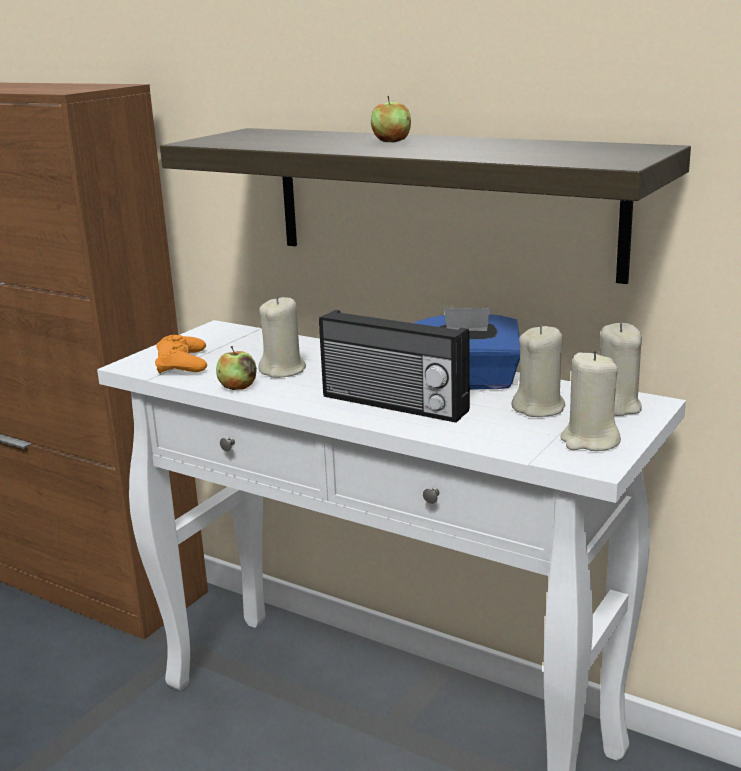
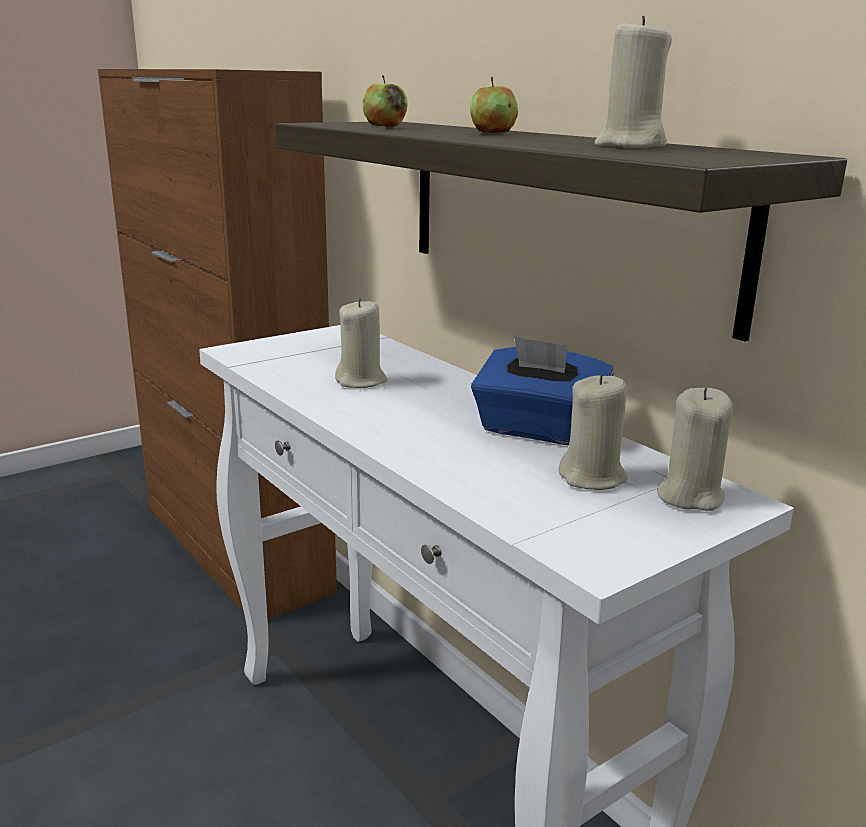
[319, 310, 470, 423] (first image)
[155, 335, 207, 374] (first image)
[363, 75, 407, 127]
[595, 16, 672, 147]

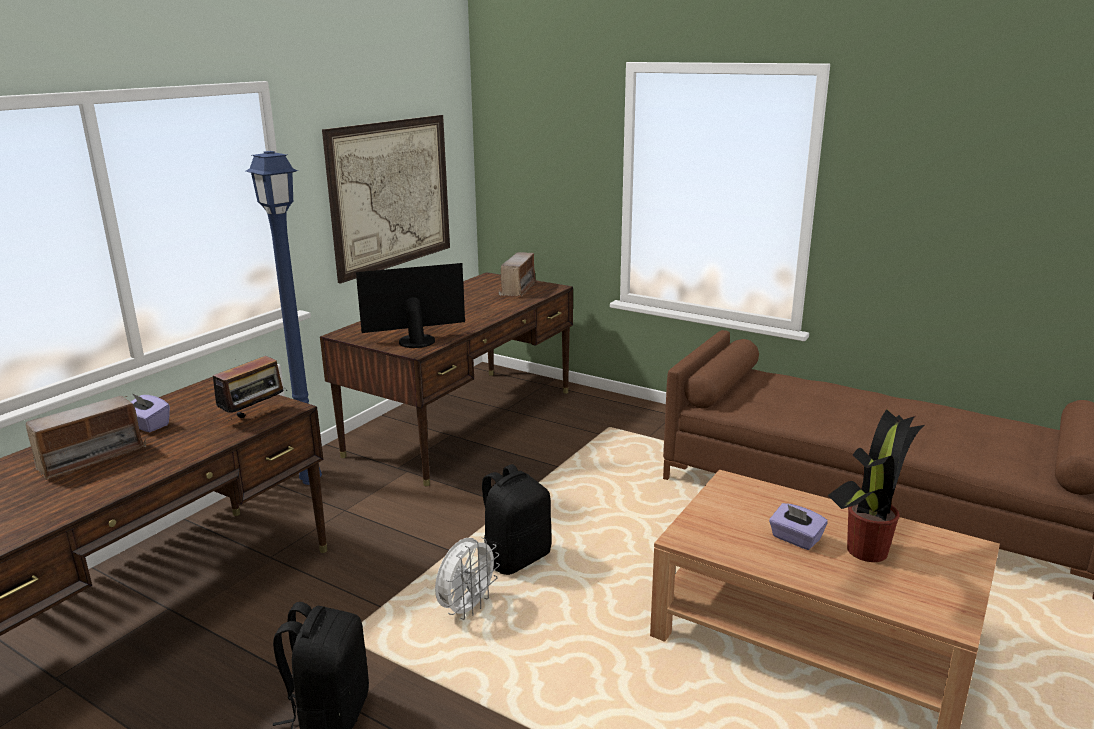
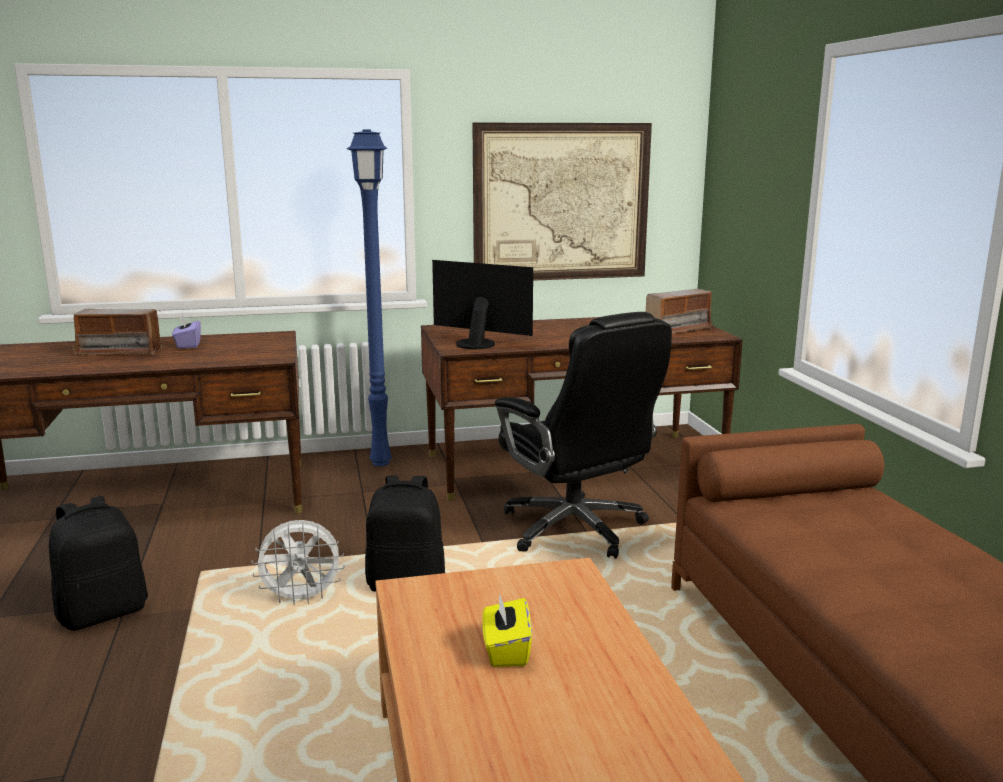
[213, 356, 287, 421] (first image)
[828, 410, 924, 562] (first image)
[482, 593, 532, 667]
[495, 312, 672, 558]

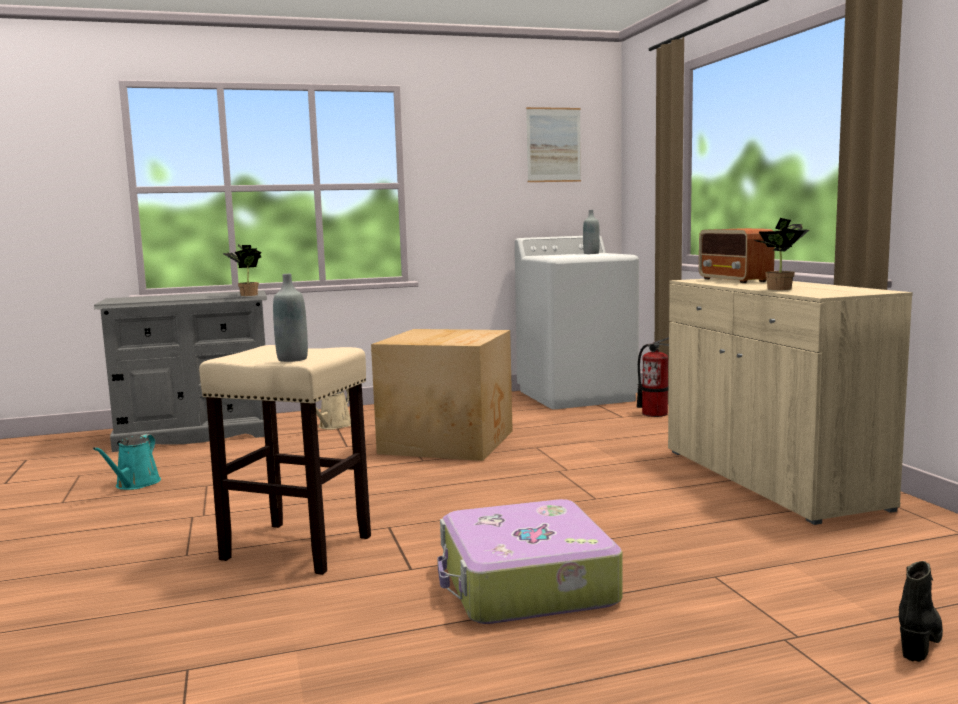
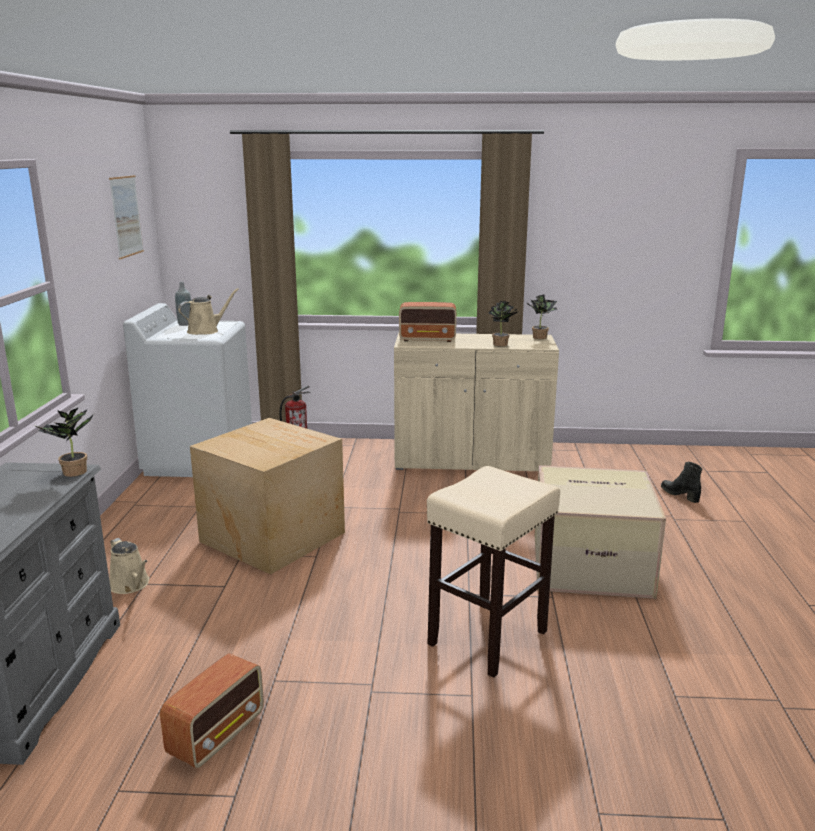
[273, 274, 308, 362] (first image)
[160, 654, 264, 768]
[535, 465, 666, 599]
[178, 288, 239, 335]
[526, 295, 557, 339]

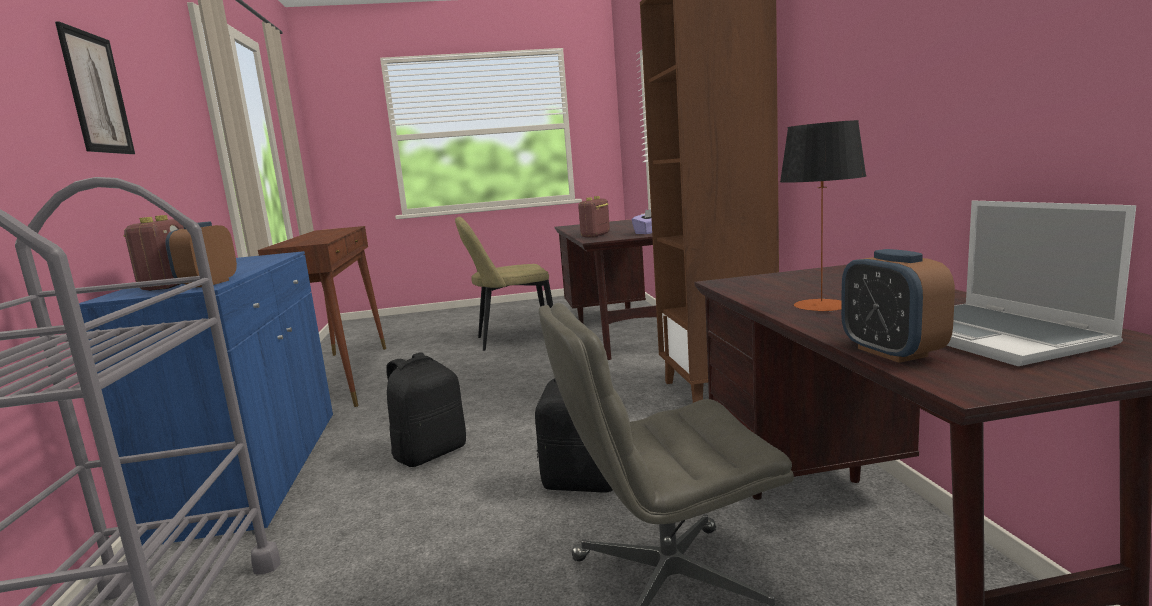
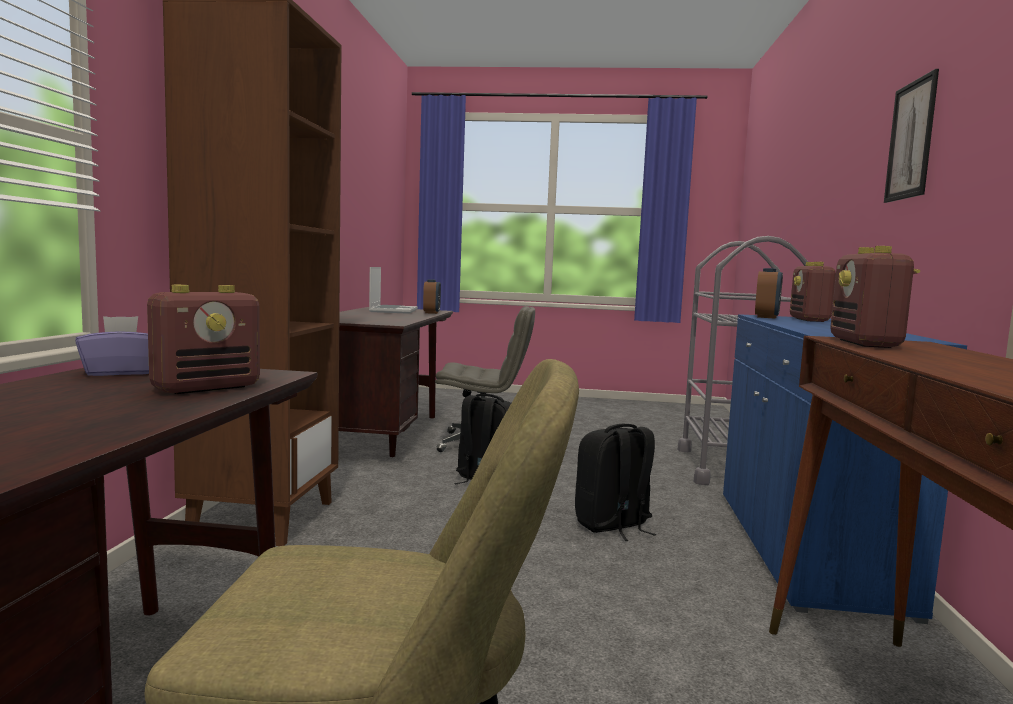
[780, 120, 866, 311] (first image)
[830, 246, 920, 348]

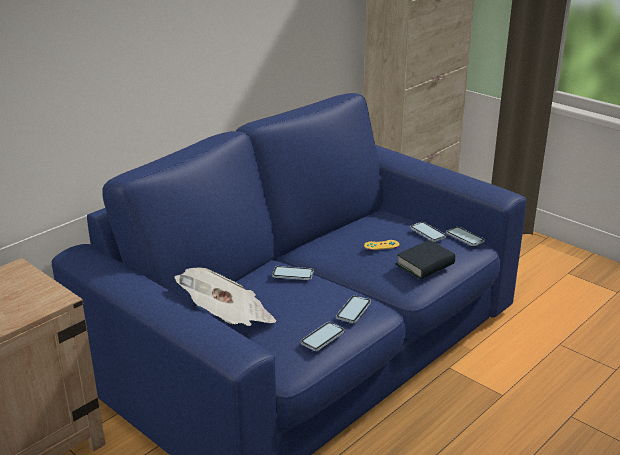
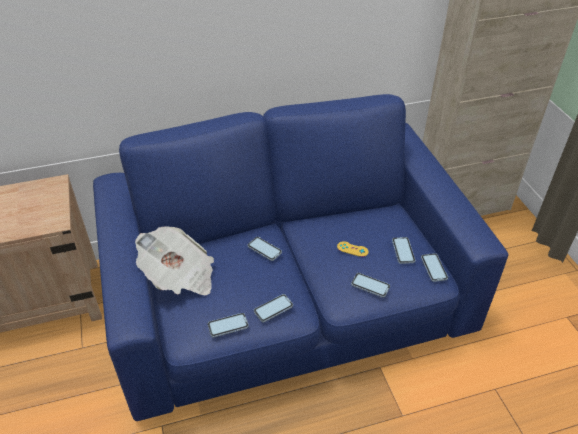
[351, 273, 390, 298]

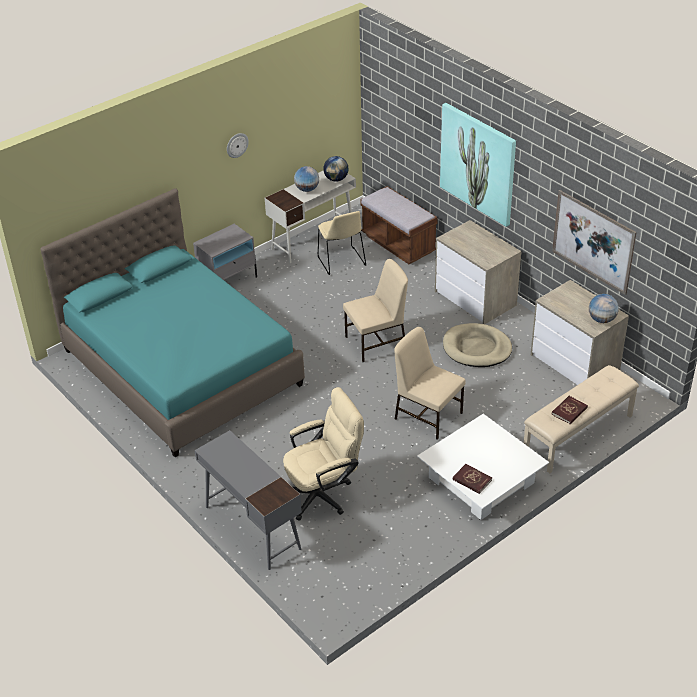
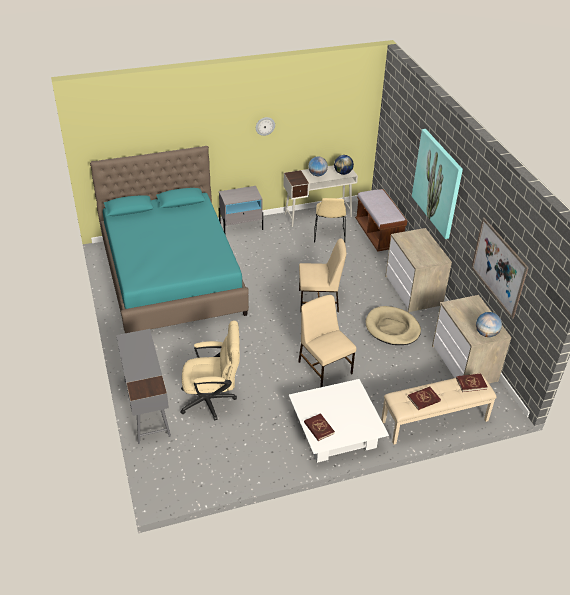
[456, 374, 488, 392]

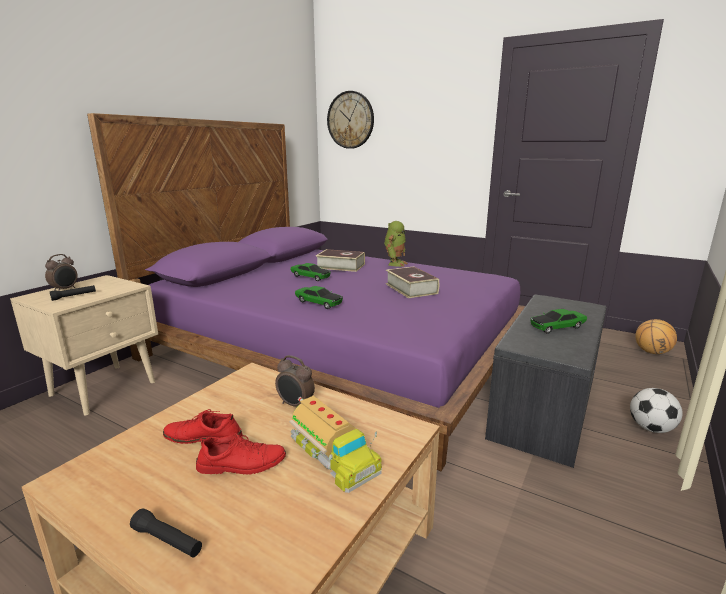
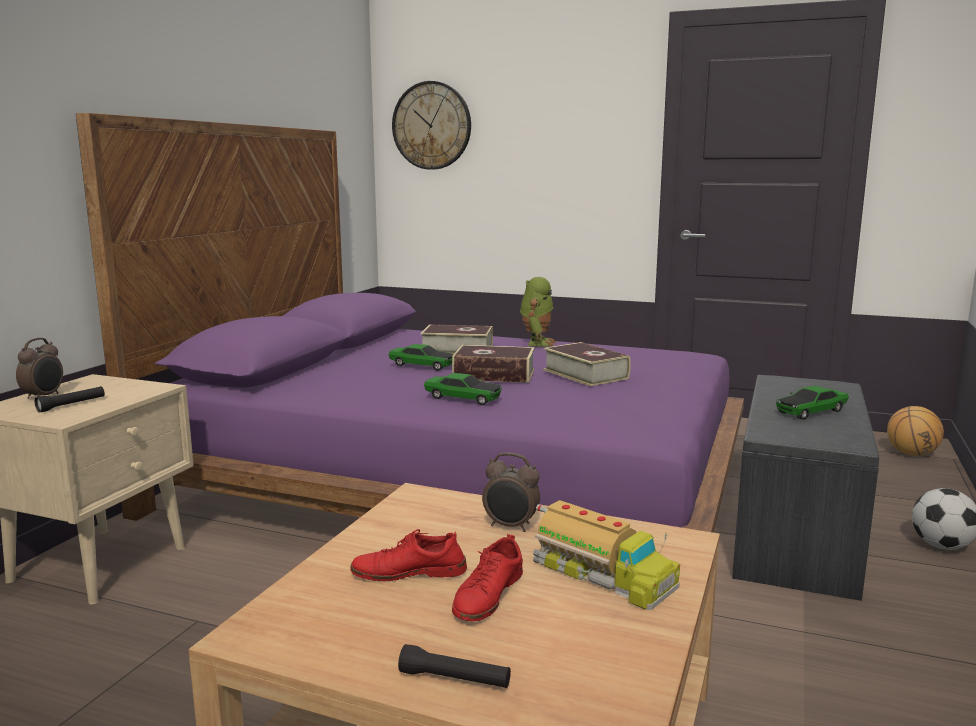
[452, 534, 523, 621]
[452, 345, 535, 383]

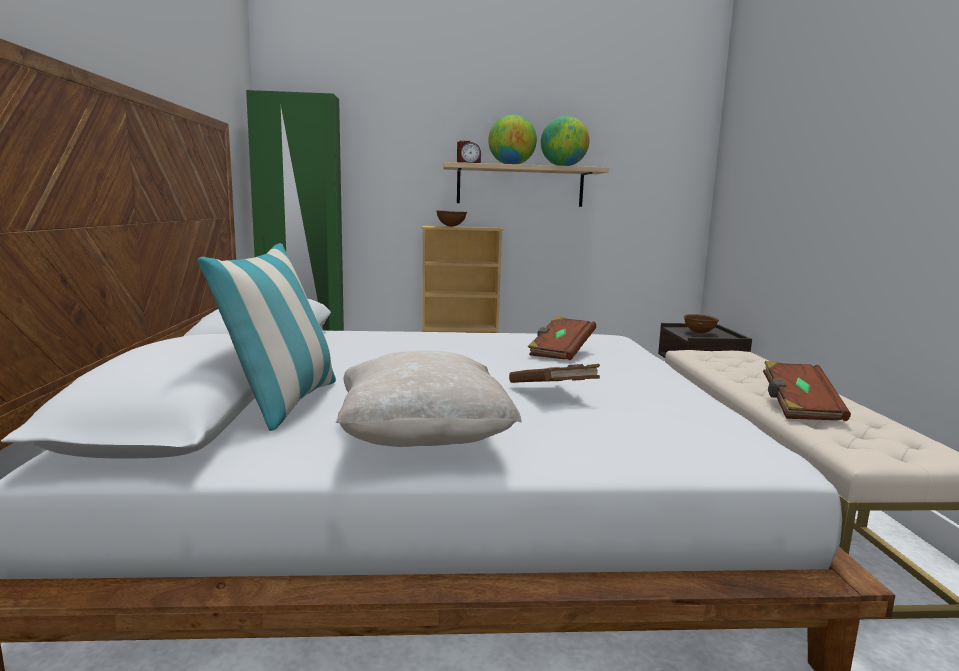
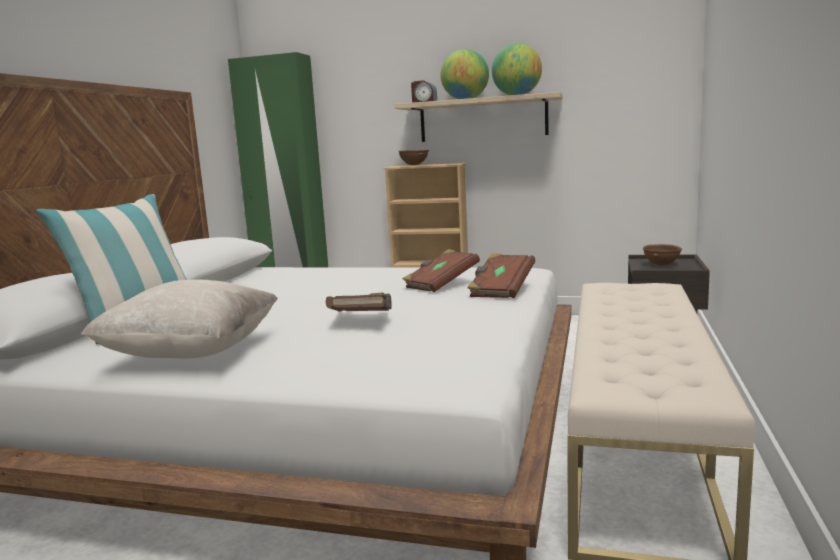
[468, 253, 535, 298]

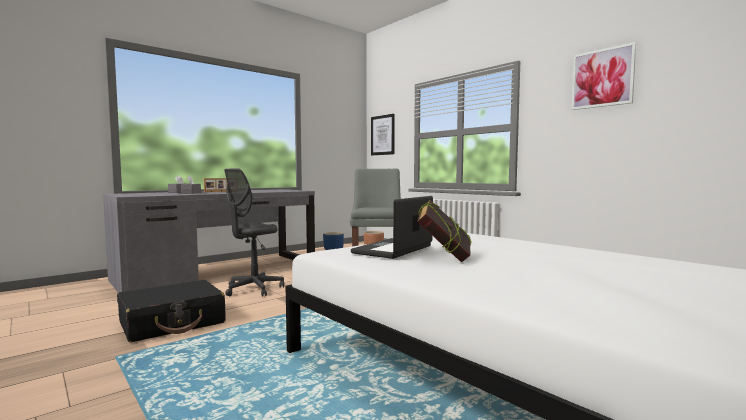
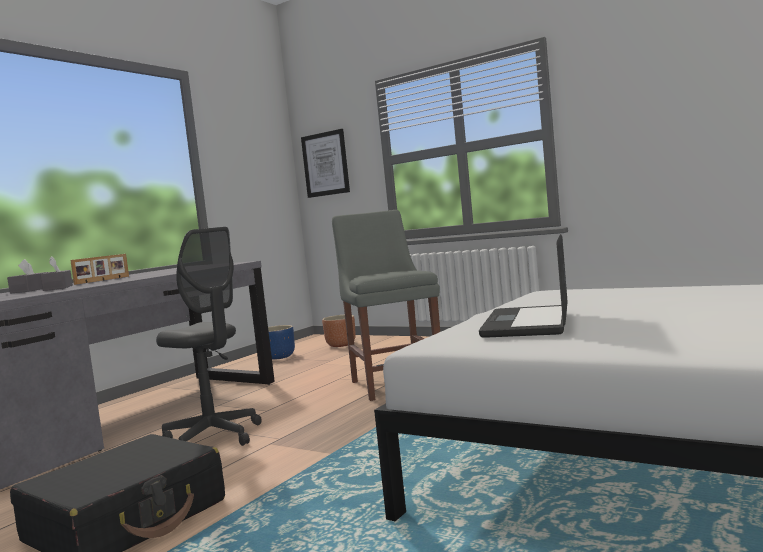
[571, 42, 636, 110] (first image)
[156, 227, 262, 446]
[417, 200, 472, 263] (first image)

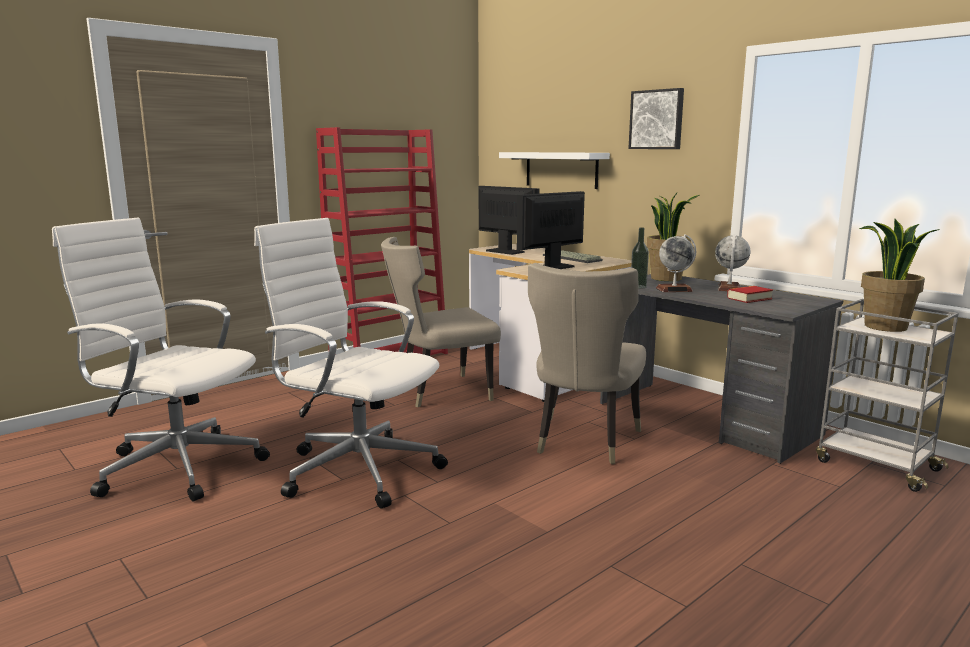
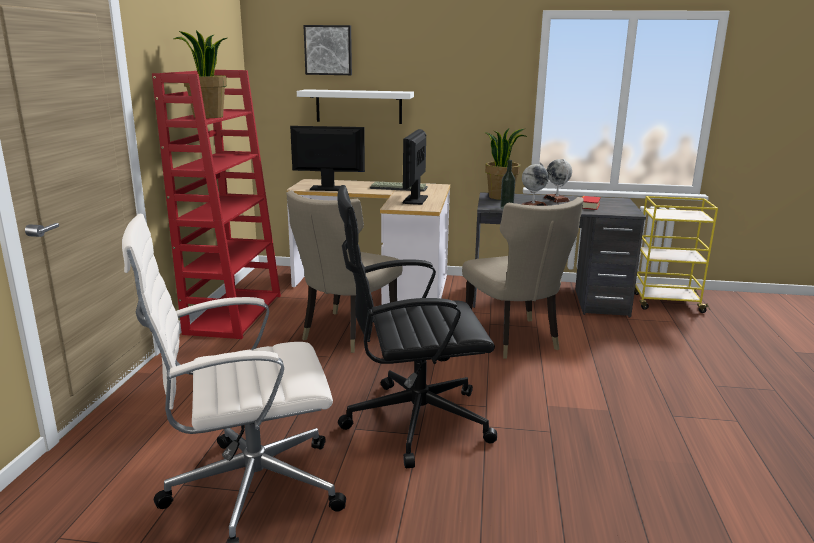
[303, 25, 352, 75]
[337, 185, 497, 468]
[174, 30, 227, 118]
[634, 196, 718, 313]

